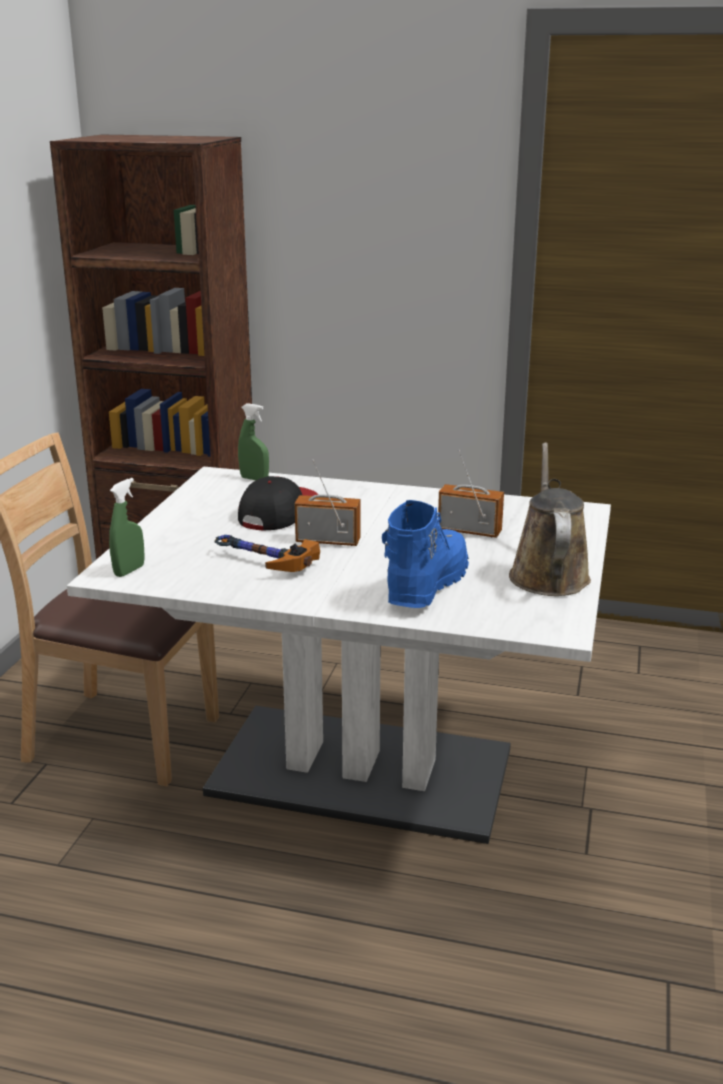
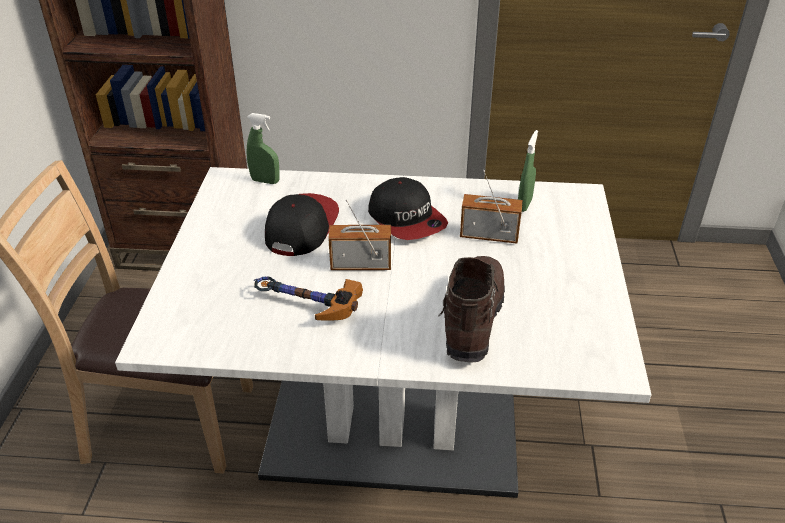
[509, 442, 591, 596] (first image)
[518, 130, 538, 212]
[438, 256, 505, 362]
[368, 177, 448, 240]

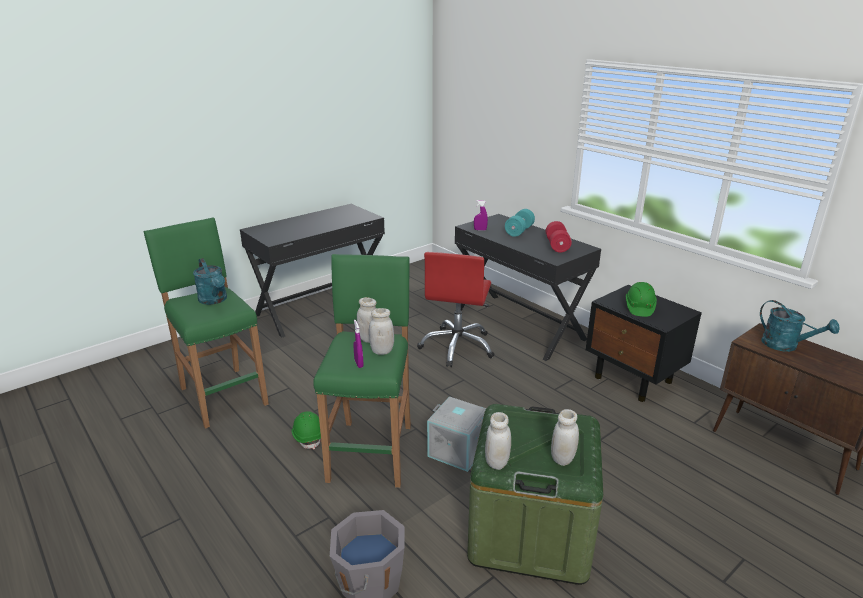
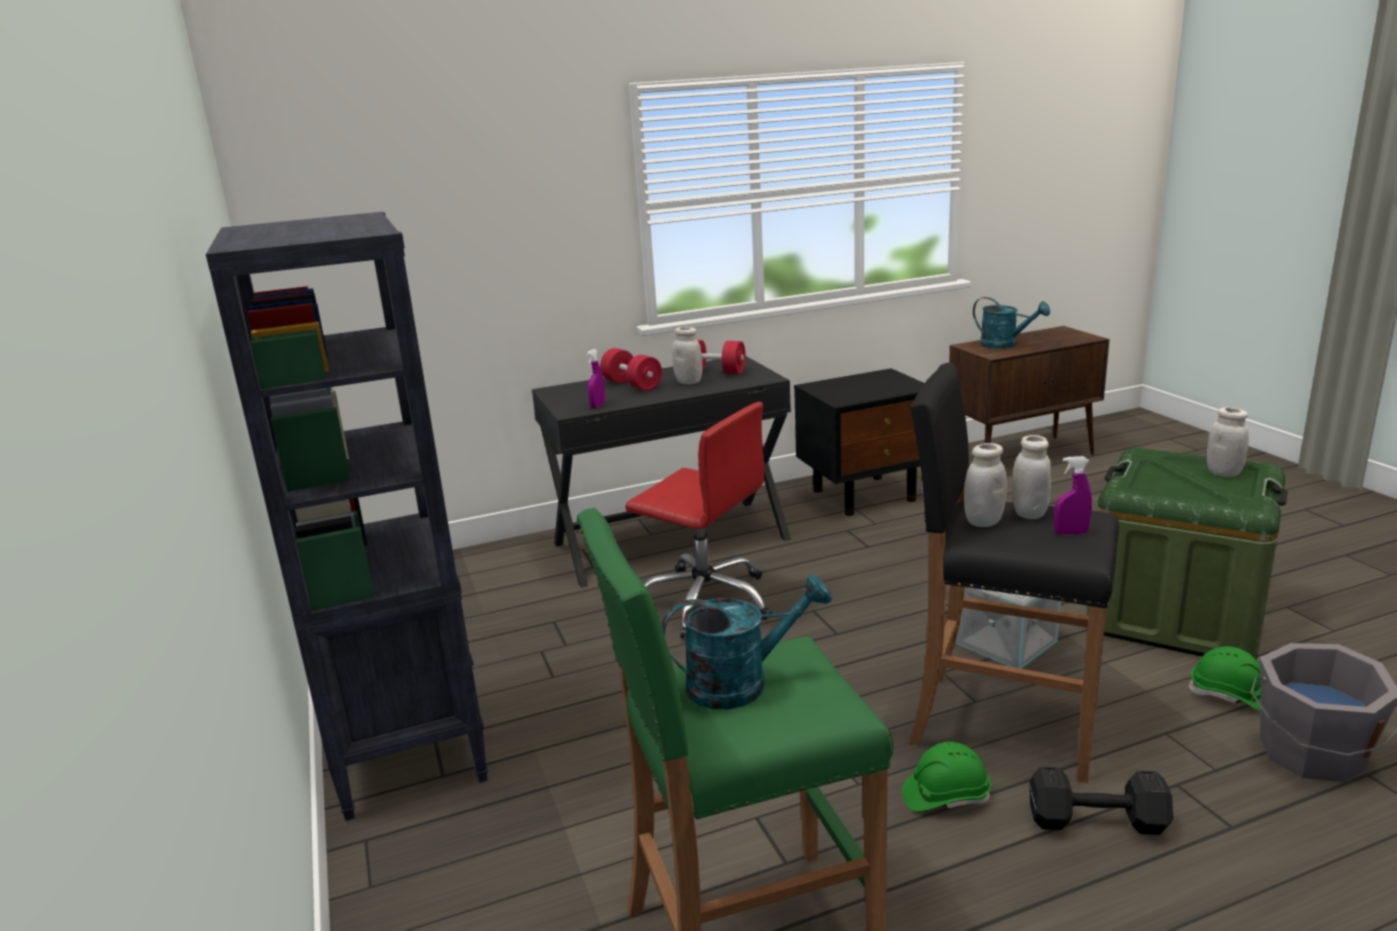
[206, 212, 488, 821]
[600, 348, 662, 391]
[909, 363, 1119, 783]
[1188, 646, 1261, 711]
[973, 297, 1050, 349]
[672, 327, 702, 385]
[1029, 767, 1173, 835]

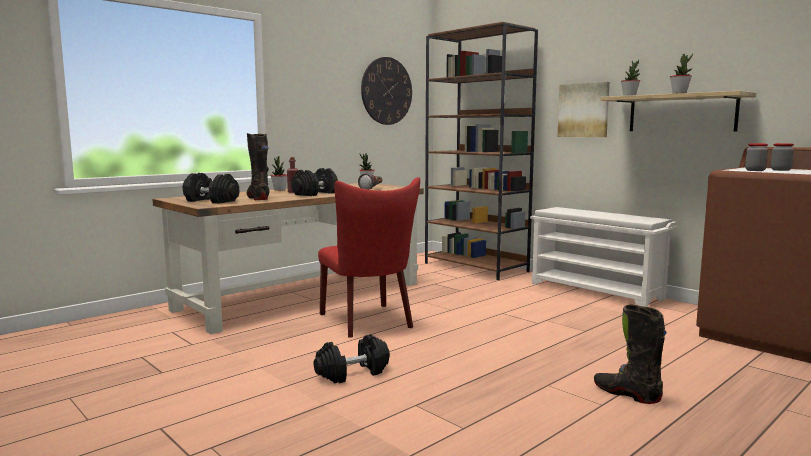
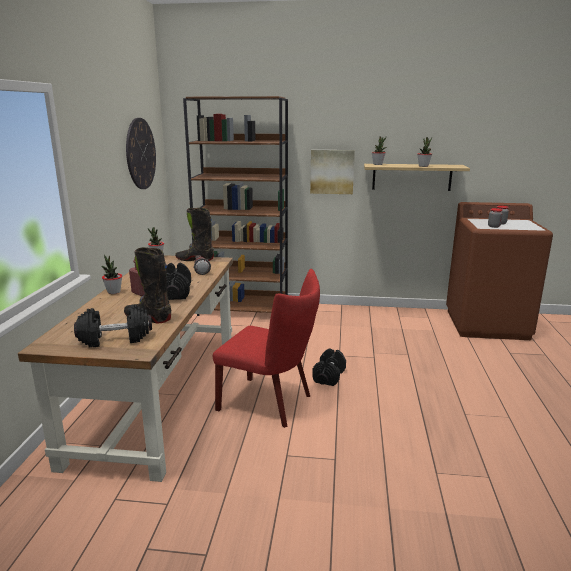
[530, 207, 677, 307] (first image)
[175, 208, 214, 261]
[312, 348, 346, 386]

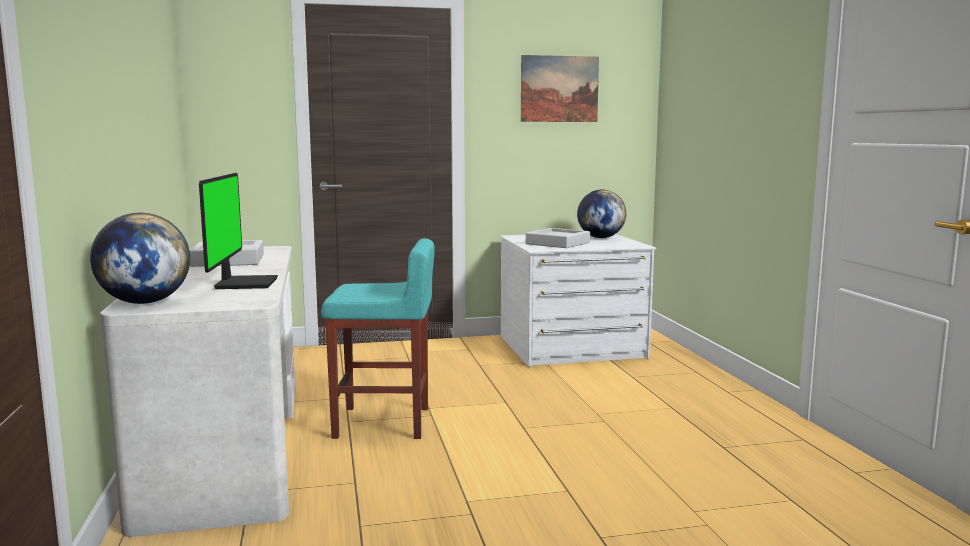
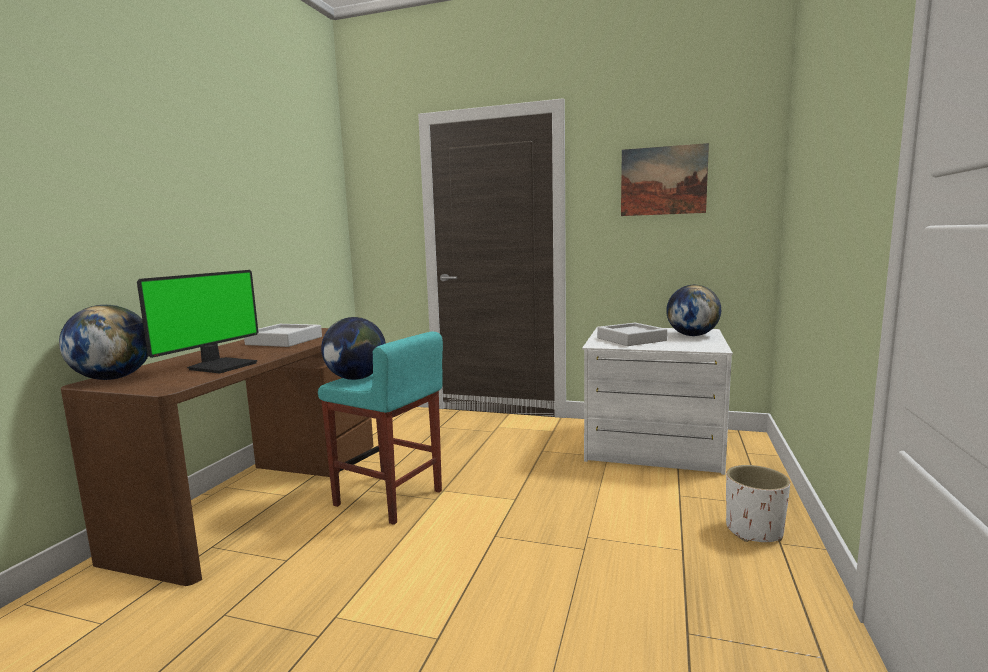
[61, 328, 374, 586]
[321, 317, 386, 380]
[726, 465, 790, 542]

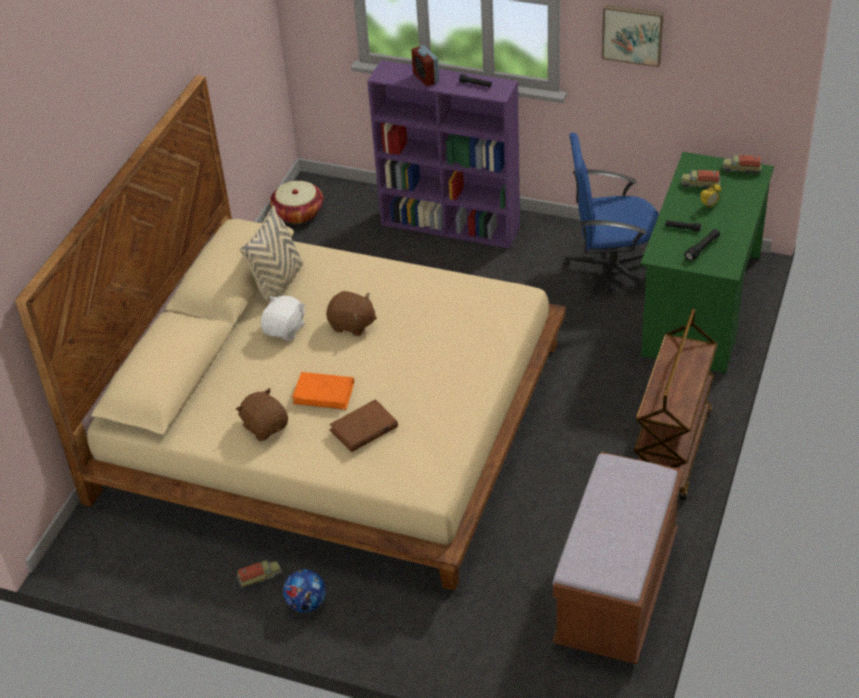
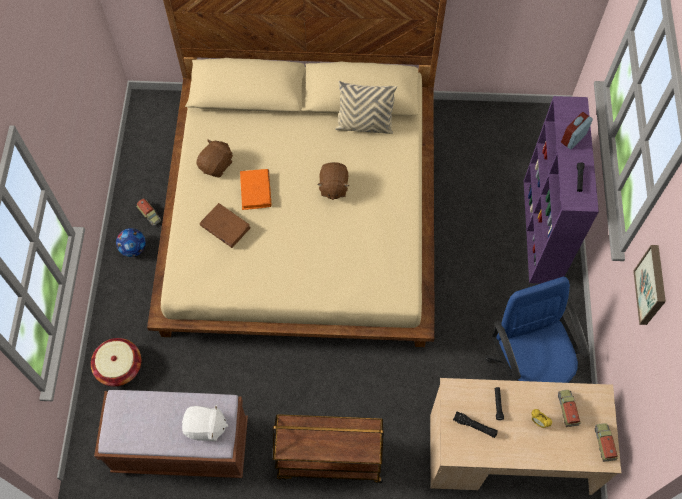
[430, 378, 621, 495]
[91, 338, 141, 386]
[182, 405, 228, 441]

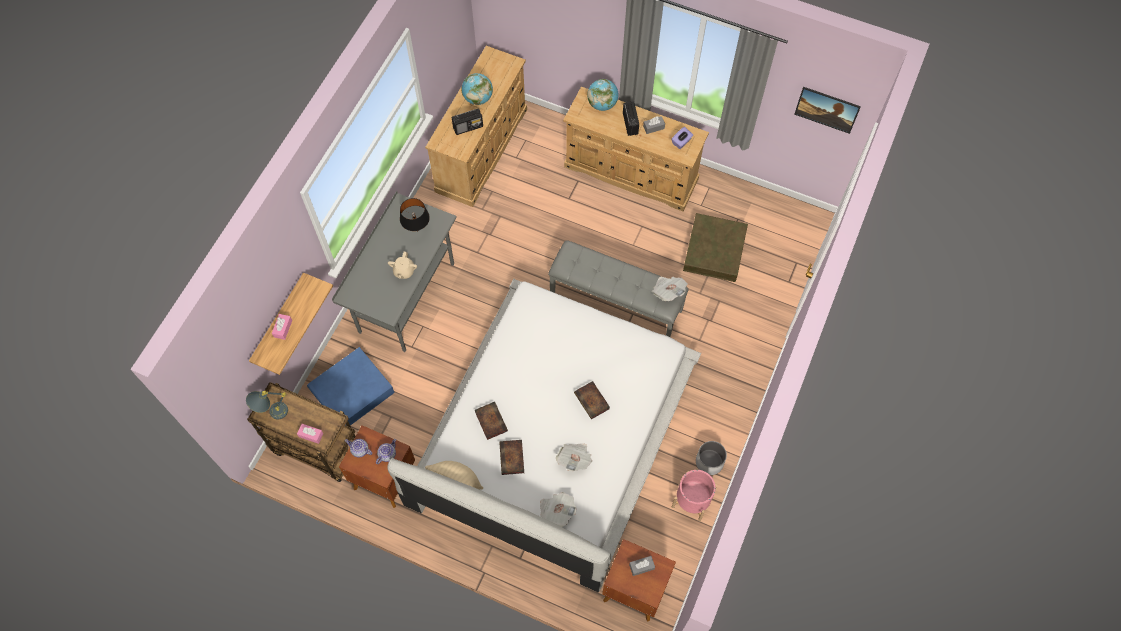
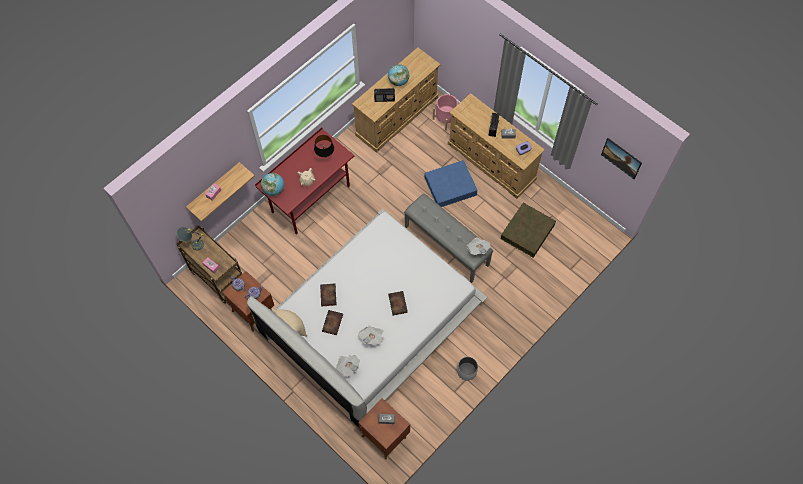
[261, 173, 284, 196]
[255, 128, 354, 234]
[424, 160, 477, 207]
[433, 94, 458, 131]

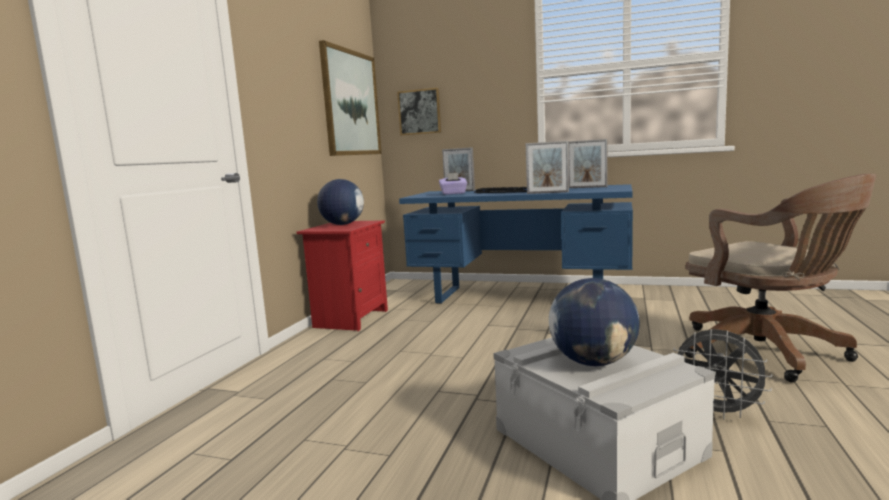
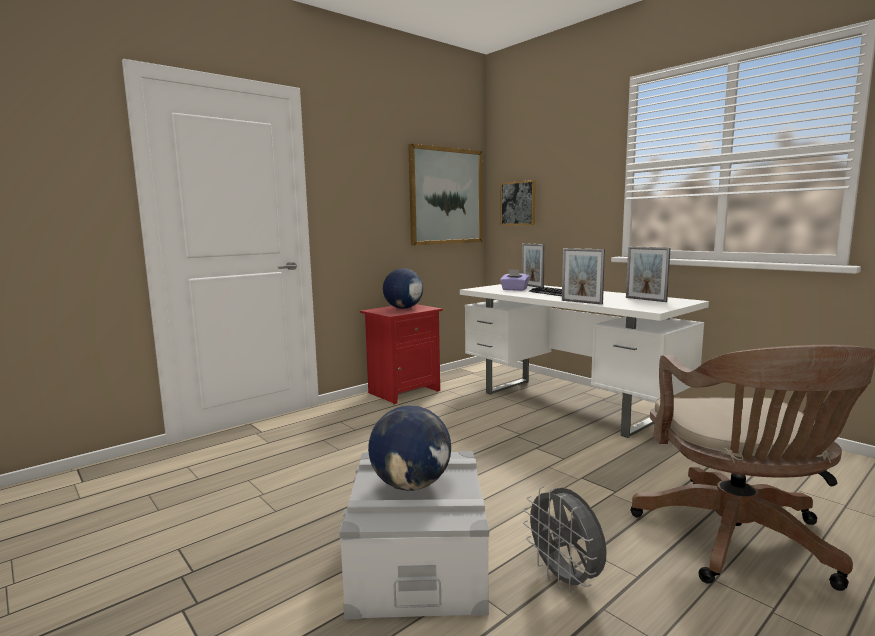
[460, 284, 709, 438]

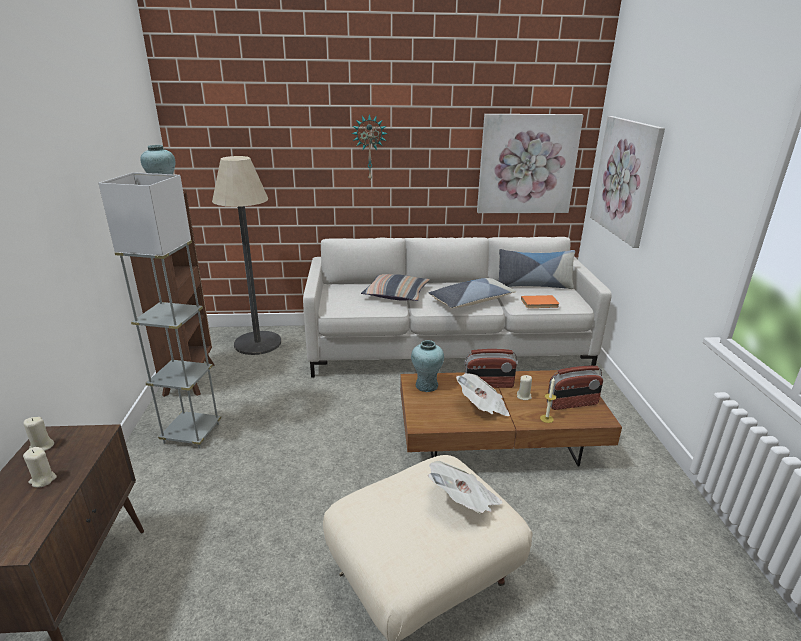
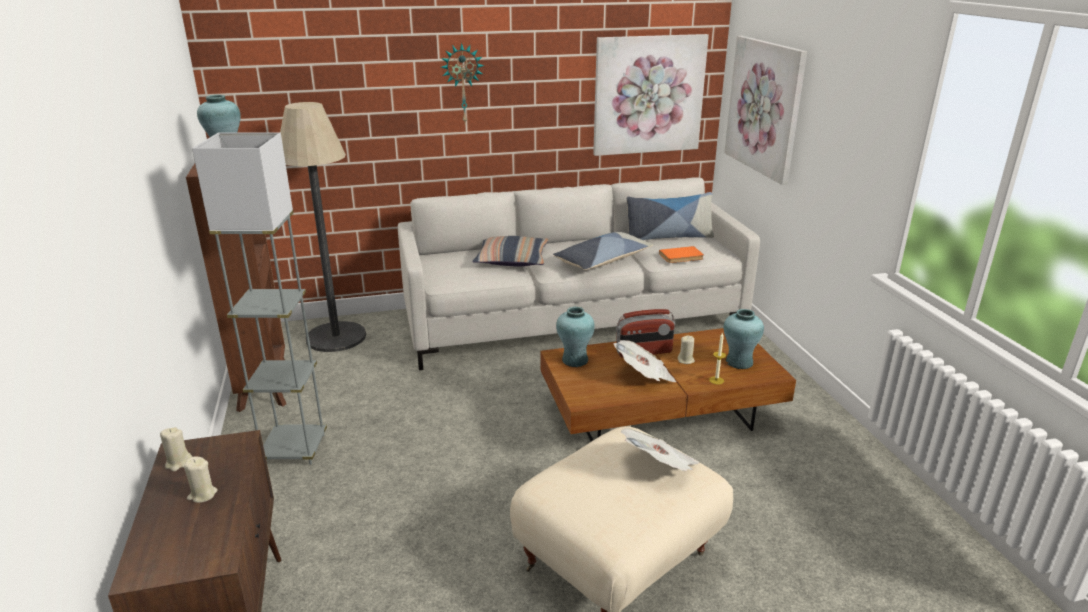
[724, 309, 764, 369]

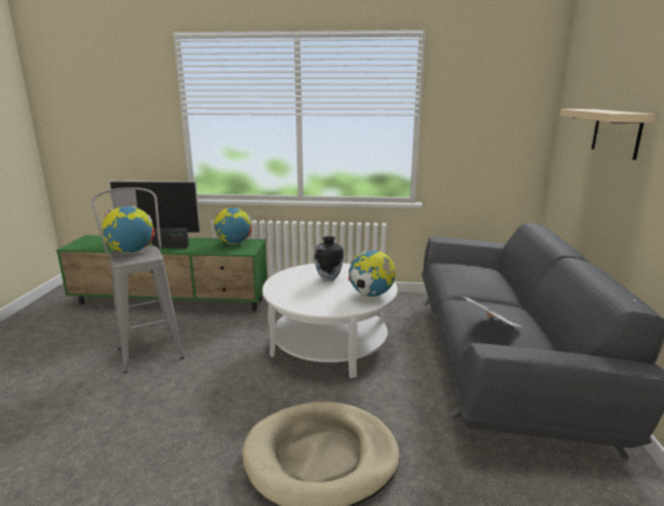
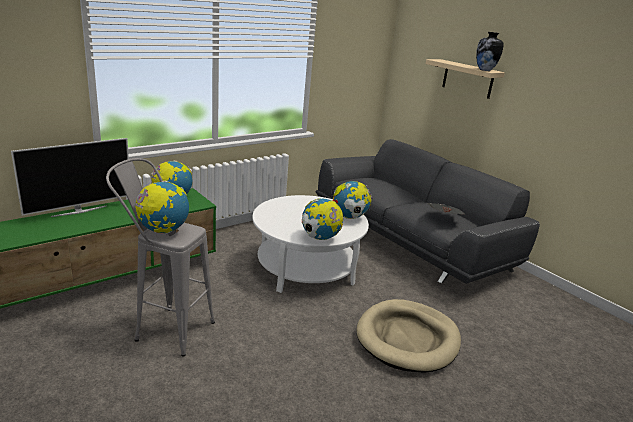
[152, 228, 189, 248] (first image)
[476, 32, 504, 71]
[302, 199, 343, 240]

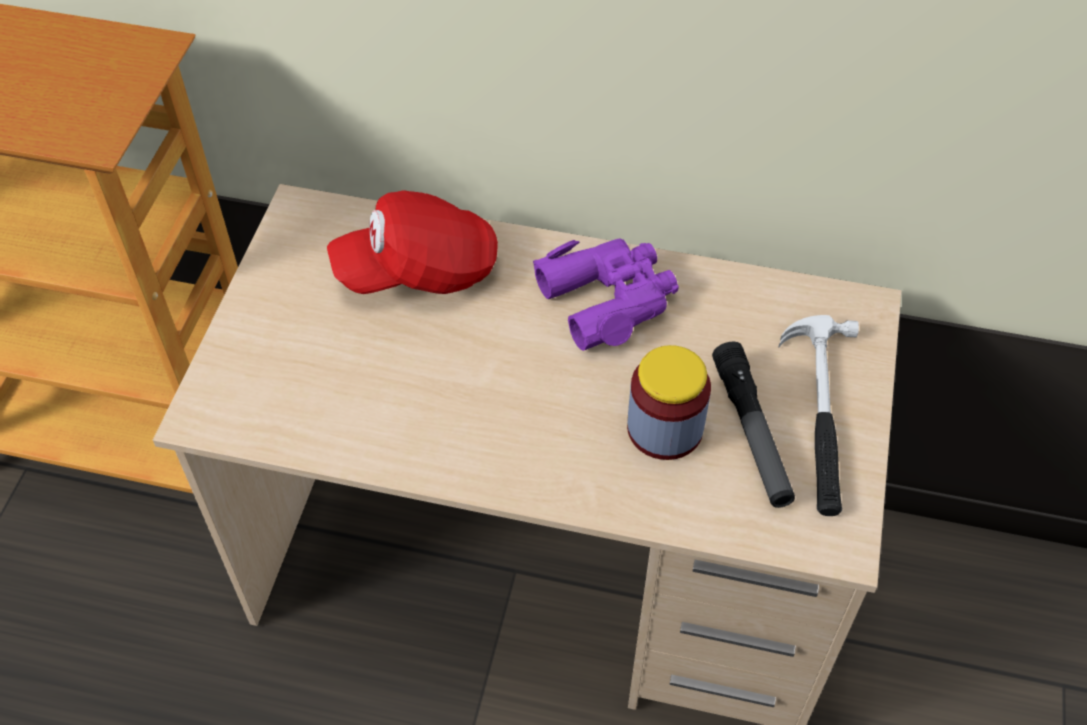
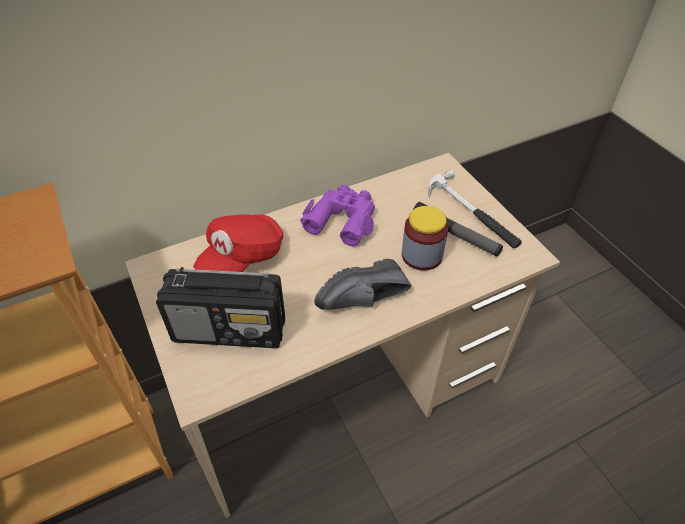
[314, 259, 411, 310]
[156, 267, 285, 348]

